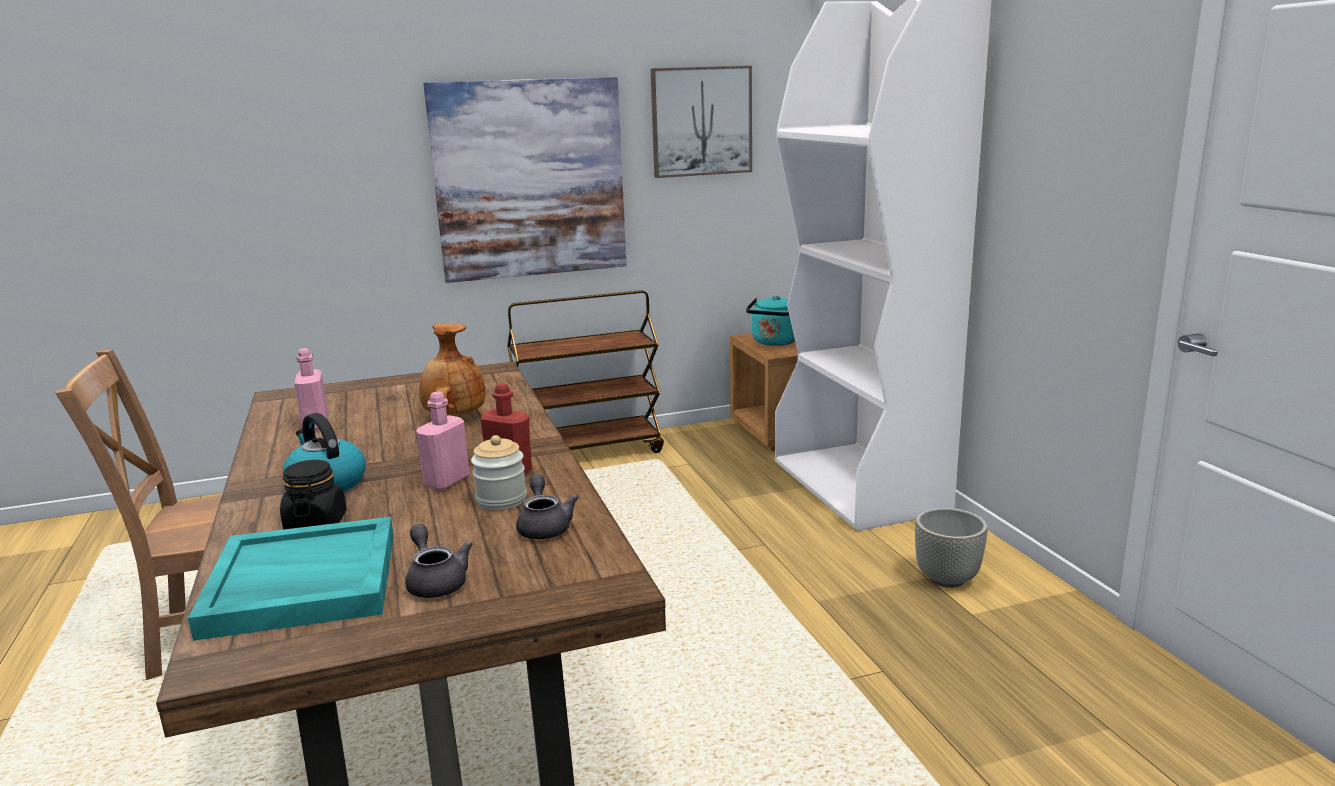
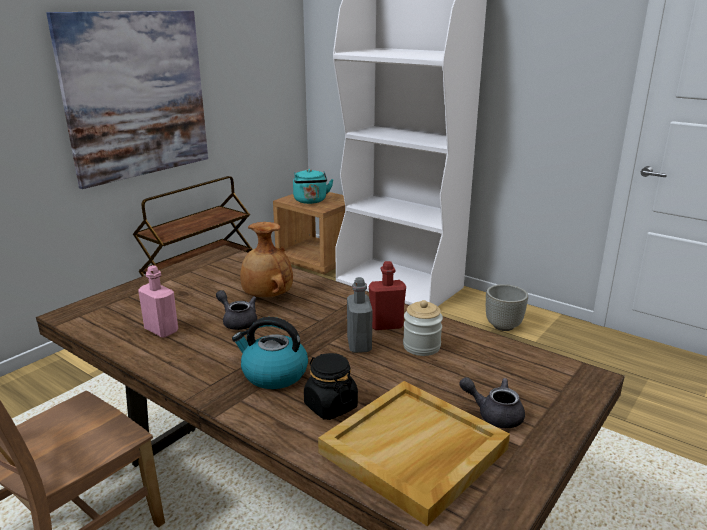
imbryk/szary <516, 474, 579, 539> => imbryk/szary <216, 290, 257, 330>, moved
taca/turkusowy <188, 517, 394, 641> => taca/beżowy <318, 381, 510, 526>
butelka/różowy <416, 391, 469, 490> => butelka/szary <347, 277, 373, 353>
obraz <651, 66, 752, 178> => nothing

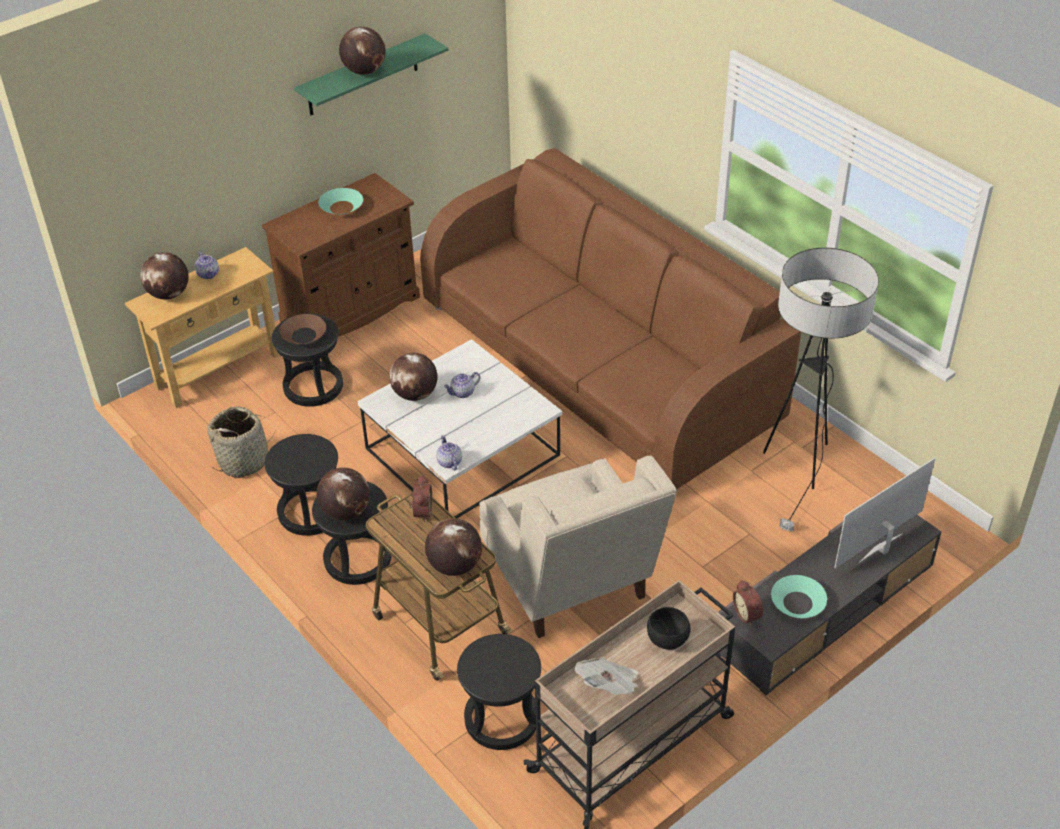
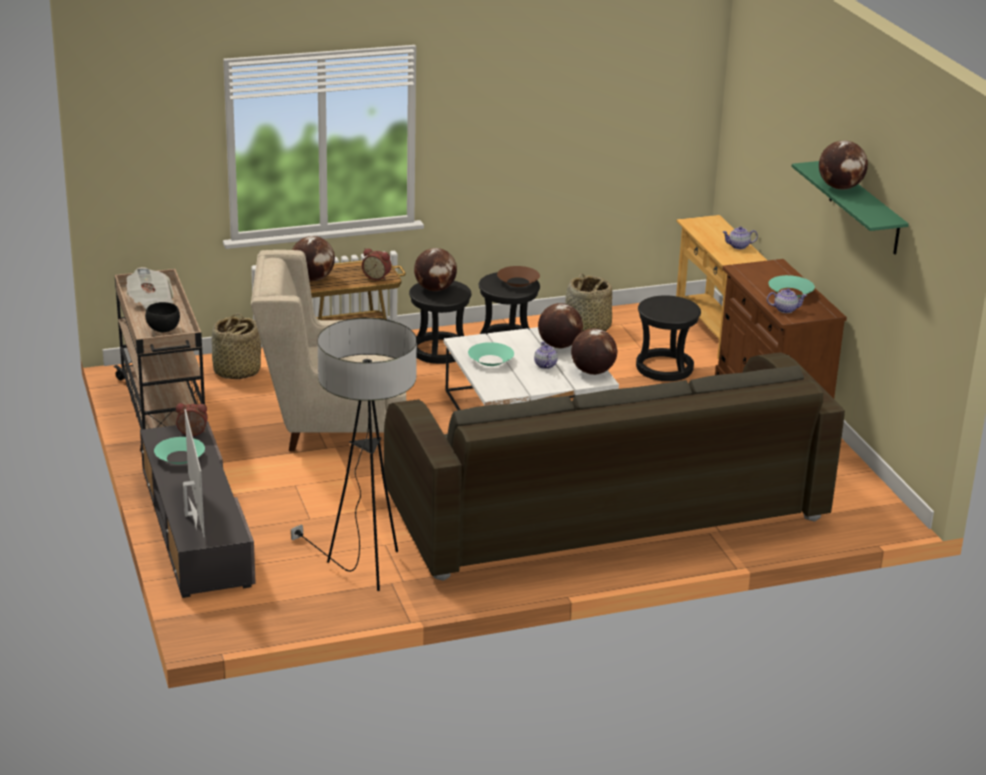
stołek/czarny <457, 634, 541, 750> => koszyk <212, 313, 261, 379>
kanapa/brązowy <420, 148, 801, 490> => kanapa/szary <384, 352, 845, 581>
nothing => miska/turkusowy <468, 342, 514, 366>
miska/brązowy <279, 314, 326, 344> => miska/brązowy <497, 266, 540, 287>, moved
globus <140, 252, 189, 299> => globus <571, 328, 617, 375>, moved
imbryk <436, 435, 462, 470> => imbryk <767, 289, 807, 313>, moved

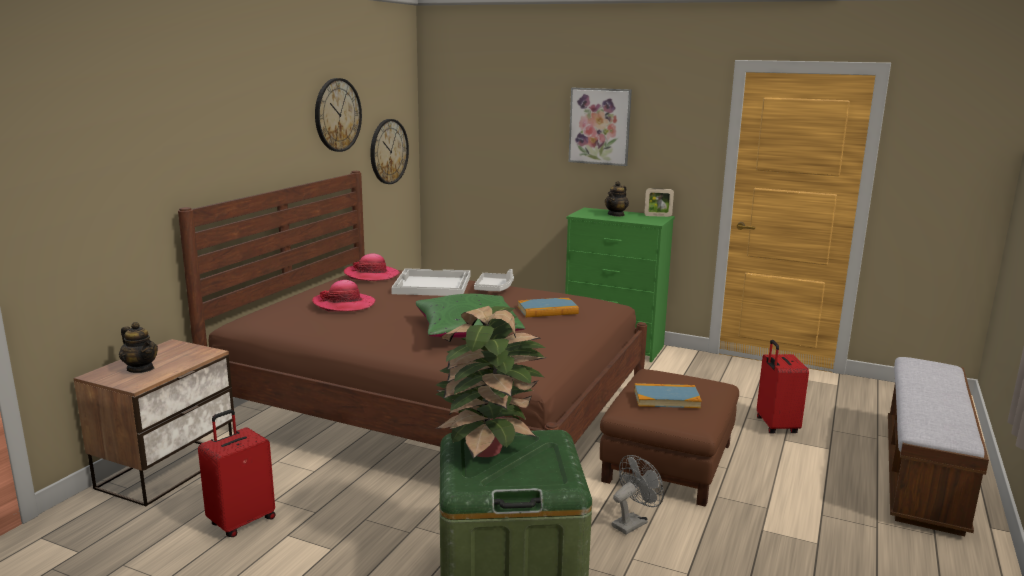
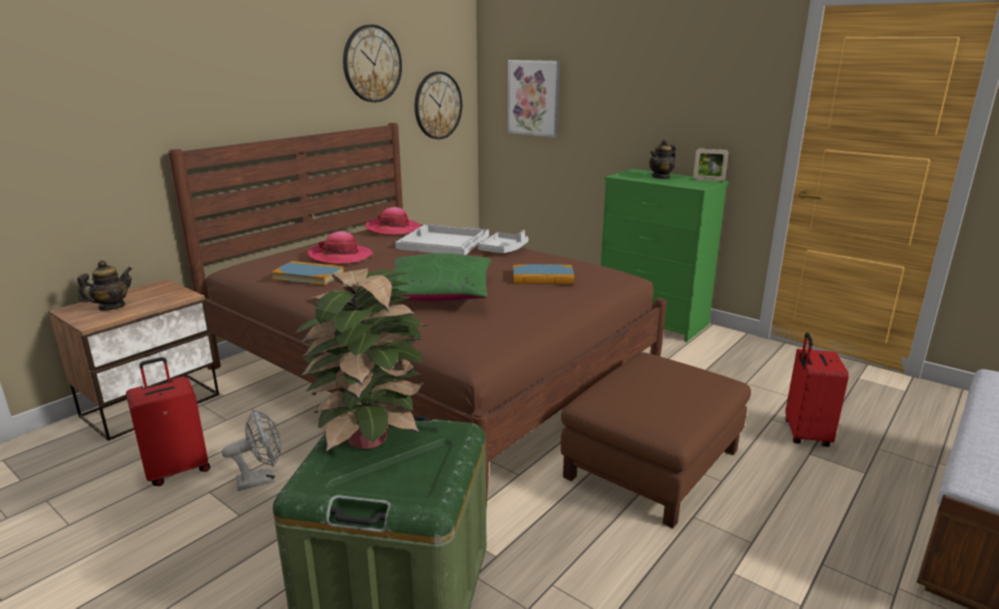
imbryk <119, 322, 158, 373> => imbryk <77, 260, 132, 311>, 105 degrees counterclockwise
wentylator/szary <612, 455, 664, 535> => wentylator/szary <222, 410, 281, 491>, moved
książka <634, 383, 702, 408> => książka <271, 261, 344, 285>, moved
obraz <569, 88, 632, 166> => obraz <508, 60, 560, 138>, moved

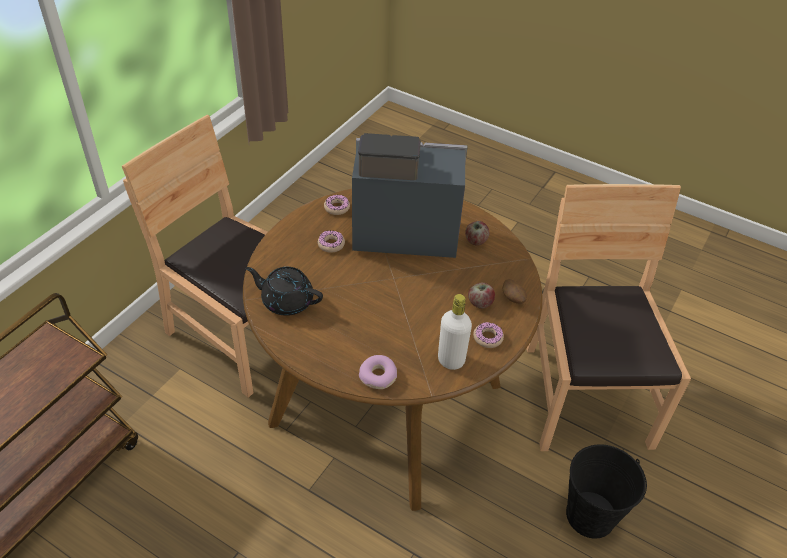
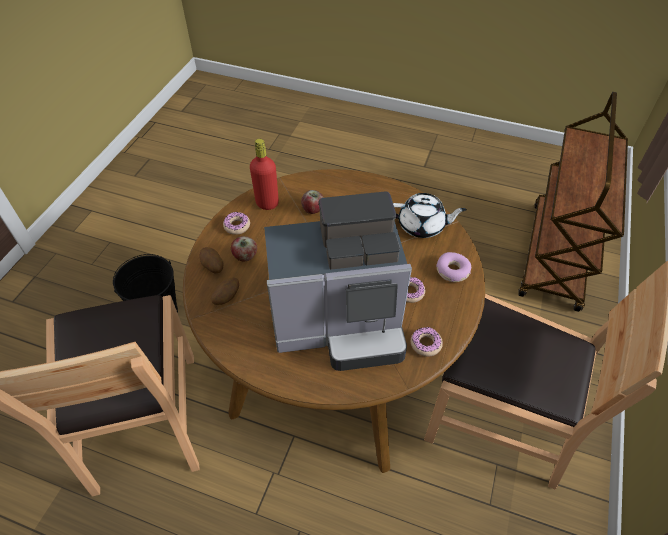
nothing => ziemniak <211, 278, 239, 305>
butelka/biały <438, 294, 472, 370> => butelka/czerwony <250, 139, 279, 210>
jabłko <465, 221, 489, 246> => jabłko <301, 190, 324, 214>, moved
imbryk/czarny <246, 267, 323, 316> => imbryk/biały <393, 193, 467, 238>
donut <359, 355, 397, 389> => donut <436, 252, 471, 282>, moved

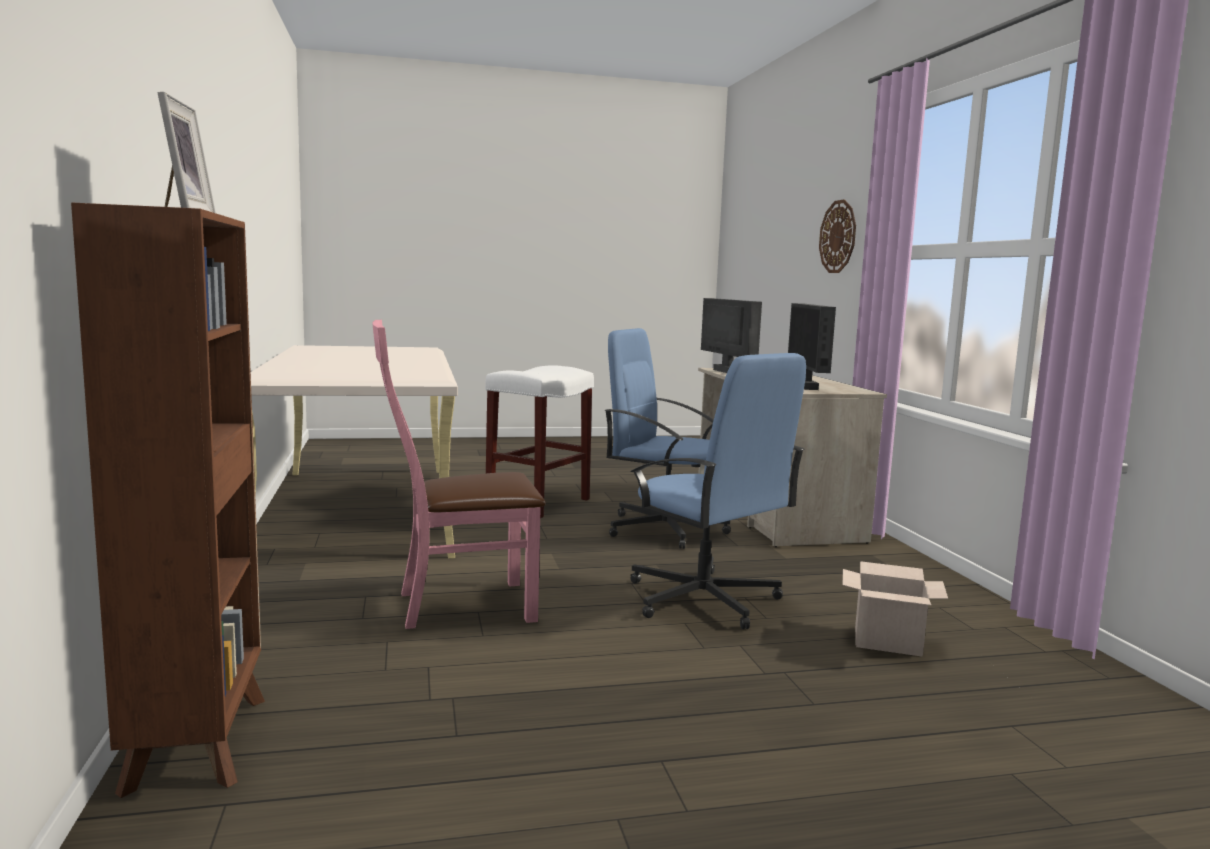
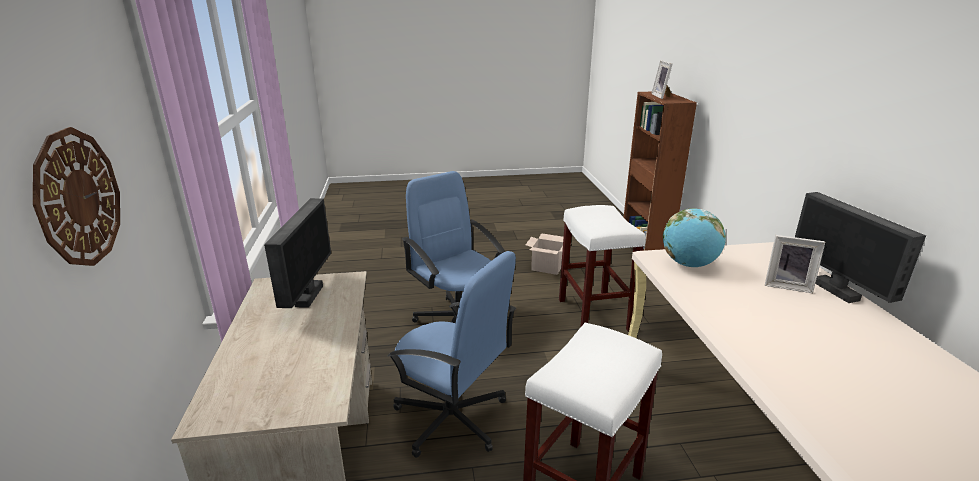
karton <843, 561, 948, 657> => karton <526, 233, 572, 275>, moved
krzesło/różowy <372, 320, 546, 629> => stołek/biały <559, 205, 646, 332>
nothing => globus <663, 208, 726, 267>
nothing => ramka na zdjęcie <765, 235, 825, 293>
monitor <701, 298, 762, 373> => monitor <795, 192, 926, 303>, moved

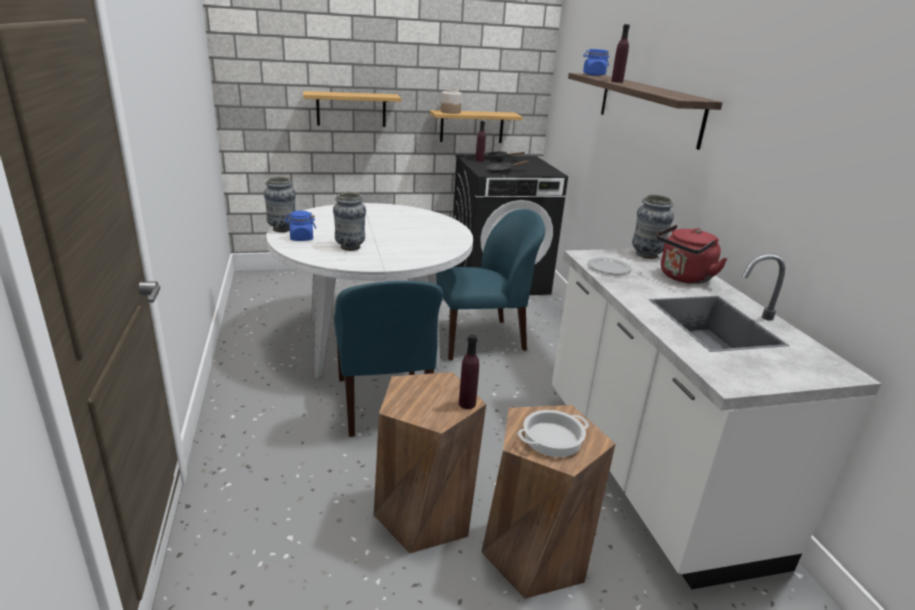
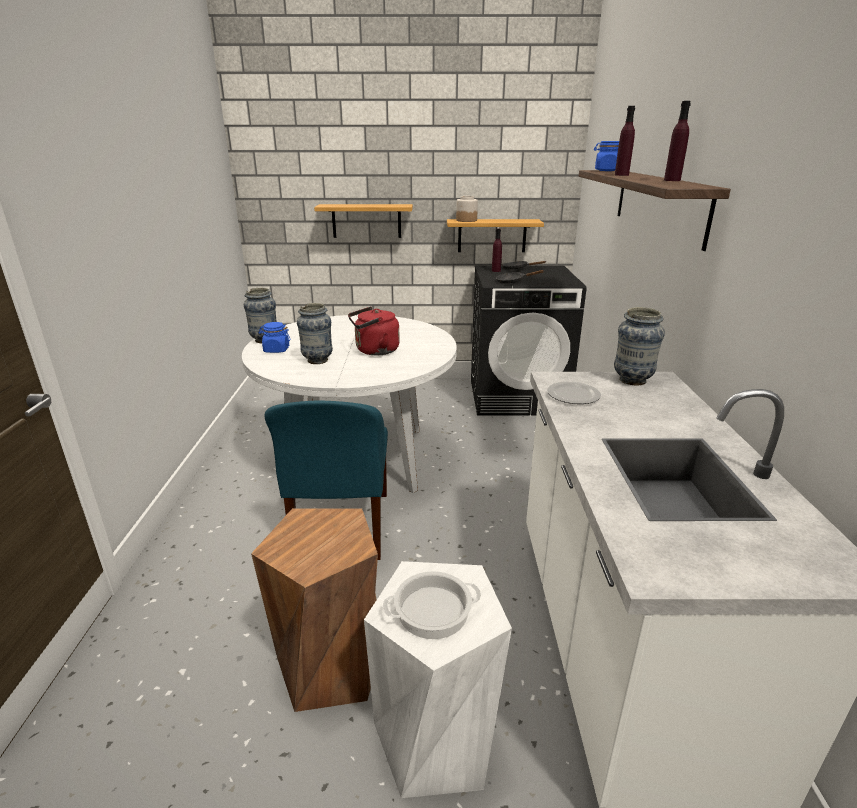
czajnik/czerwony <657, 225, 727, 284> => czajnik/czerwony <348, 307, 400, 356>, moved
stołek/brązowy <481, 405, 615, 599> => stołek/biały <364, 561, 512, 798>
butelka/fioletowy <459, 335, 479, 409> => butelka/fioletowy <664, 101, 691, 181>, moved
krzesło/niebieski <436, 209, 545, 360> => nothing

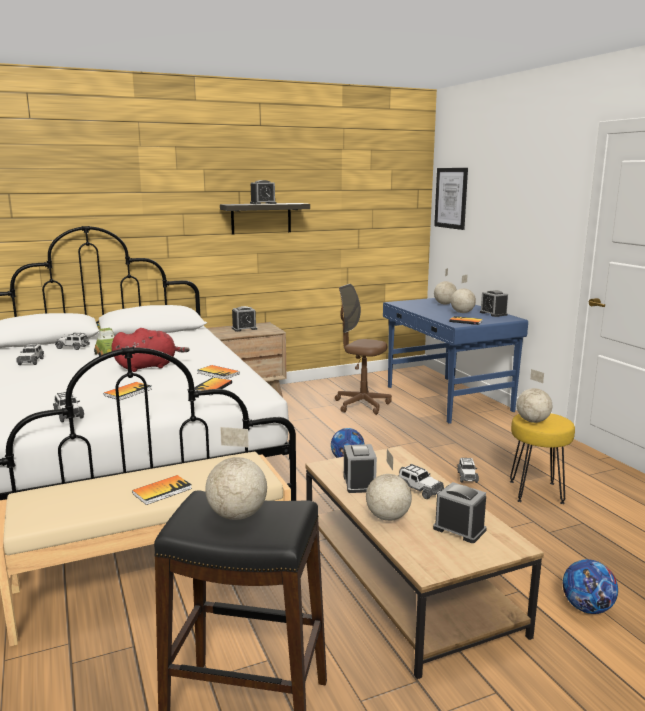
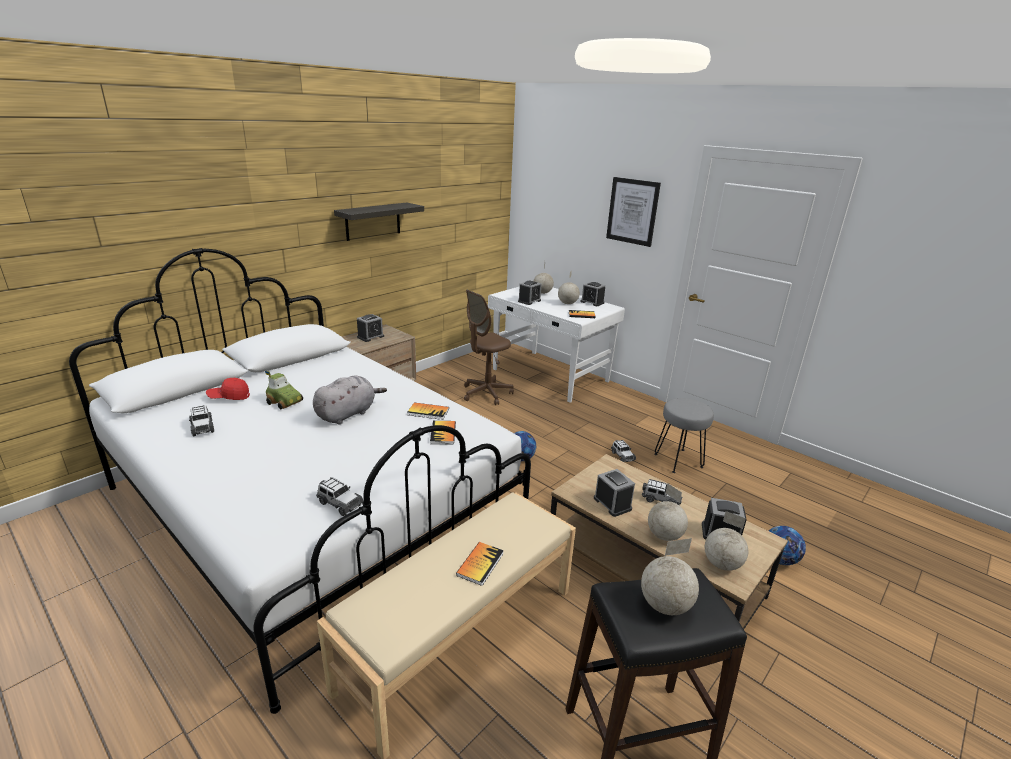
samochodzik <55, 333, 90, 350> => czapka z daszkiem/czerwony <206, 378, 250, 400>
pluszak/czerwony <112, 328, 189, 372> => pluszak/szary <313, 376, 387, 425>
krzesło biurowe/brązowy <335, 284, 392, 415> => krzesło biurowe/brązowy <464, 290, 514, 405>, 45 degrees counterclockwise
biurko/niebieski <383, 298, 528, 424> => biurko/biały <488, 287, 625, 403>
budzik <250, 180, 277, 204> => budzik <518, 281, 542, 305>, moved
obraz <434, 168, 468, 230> => obraz <606, 177, 661, 247>, moved
stołek/żółty <510, 413, 575, 504> => stołek/szary <654, 398, 714, 473>
globus <517, 369, 552, 423> => globus <705, 511, 748, 571>, moved
książka <104, 382, 152, 400> => nothing

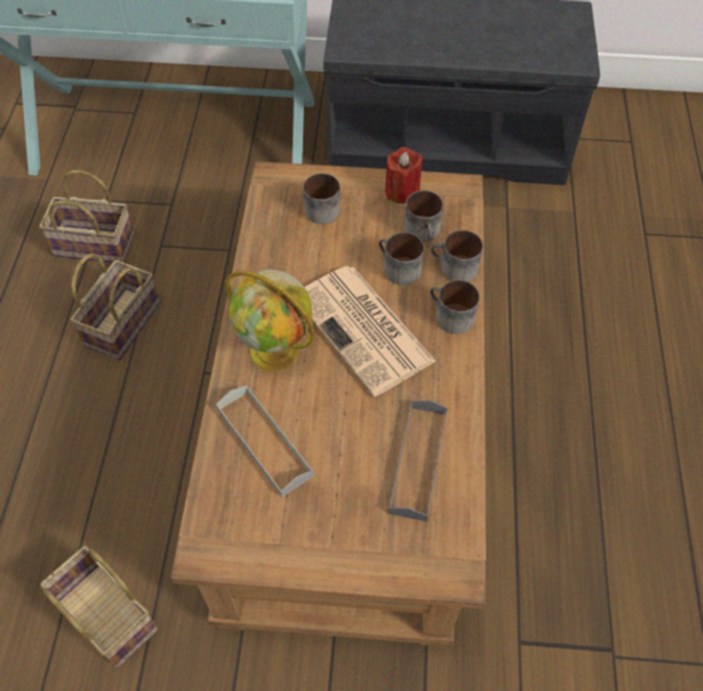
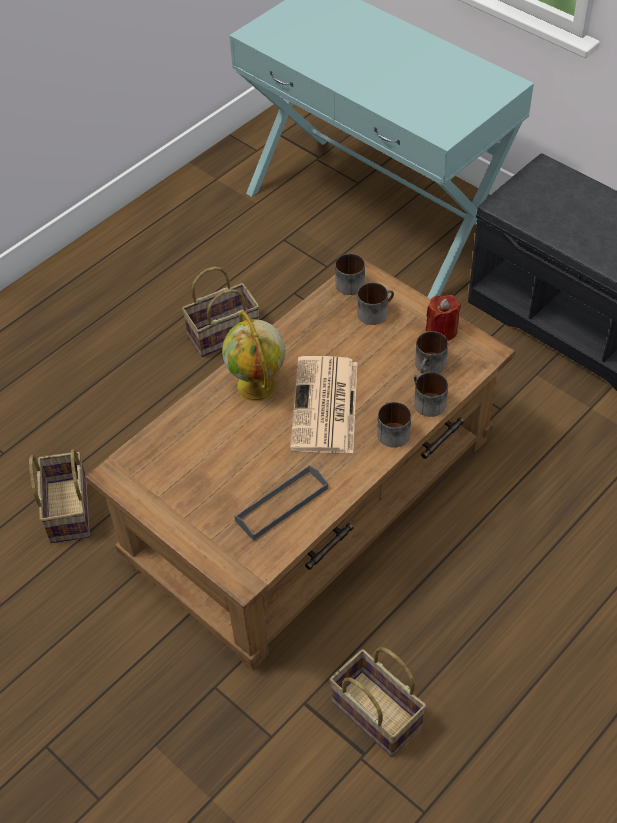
koszyk <39, 170, 135, 263> => koszyk <330, 647, 426, 757>, moved
kubek <378, 232, 424, 285> => kubek <335, 254, 365, 295>, moved
taca/szary <216, 386, 314, 497> => nothing

